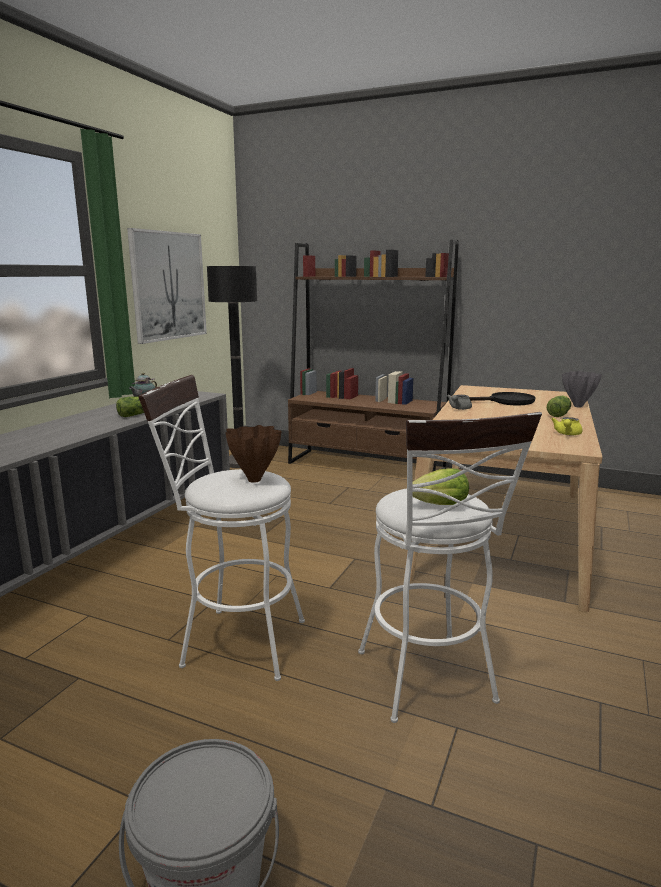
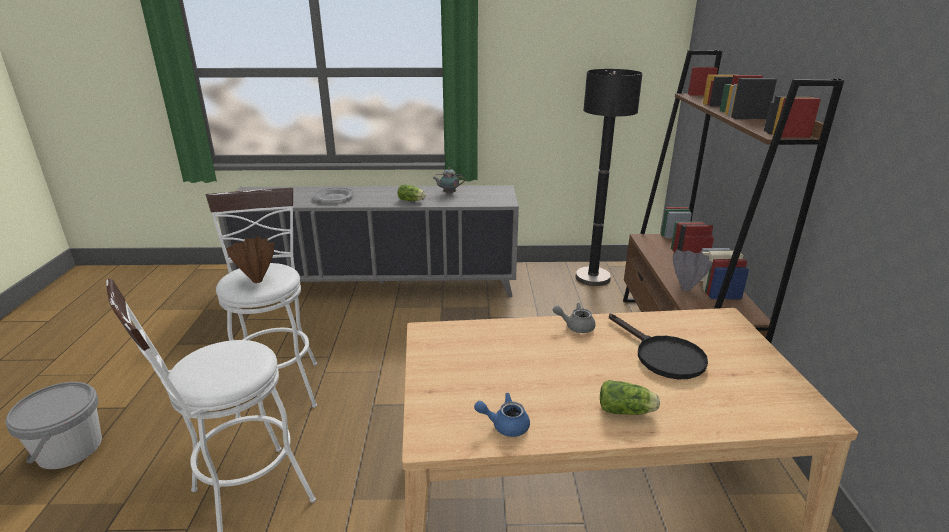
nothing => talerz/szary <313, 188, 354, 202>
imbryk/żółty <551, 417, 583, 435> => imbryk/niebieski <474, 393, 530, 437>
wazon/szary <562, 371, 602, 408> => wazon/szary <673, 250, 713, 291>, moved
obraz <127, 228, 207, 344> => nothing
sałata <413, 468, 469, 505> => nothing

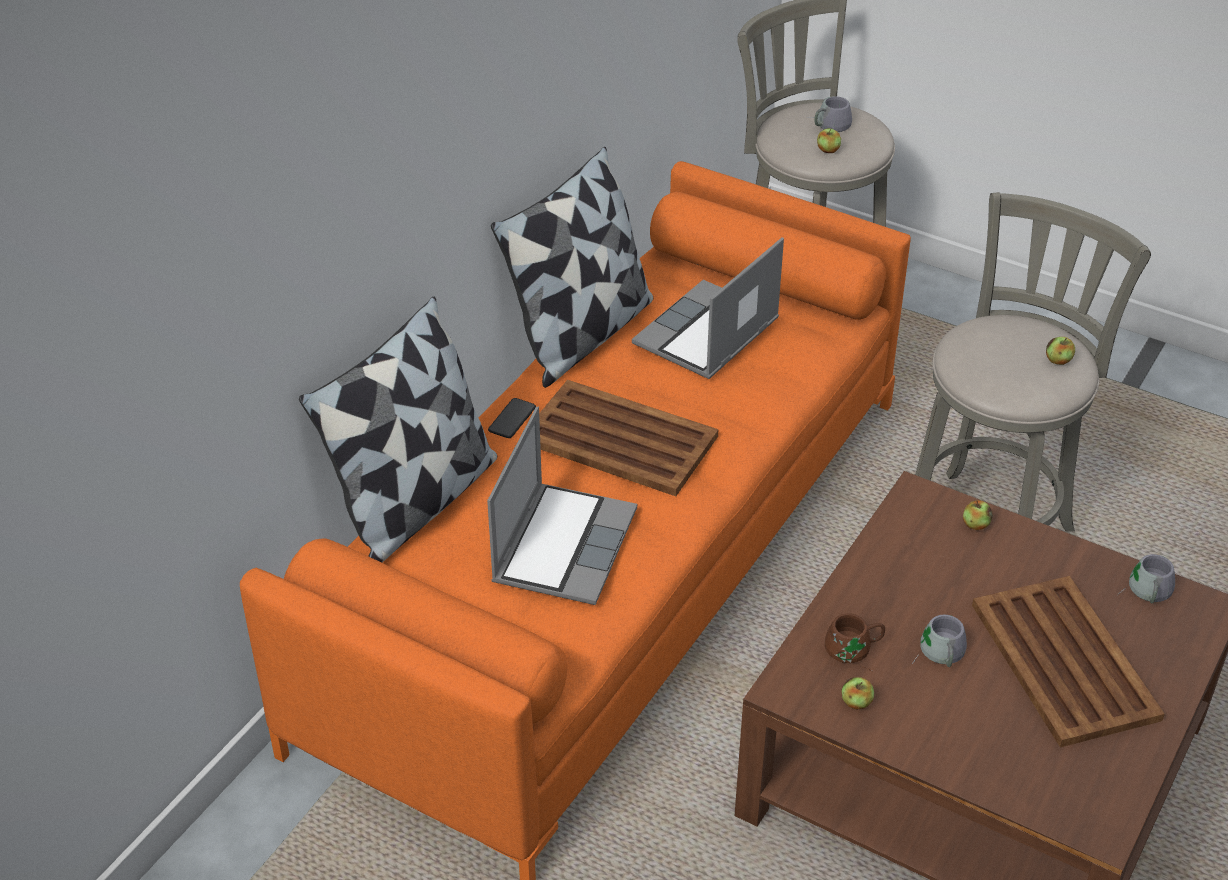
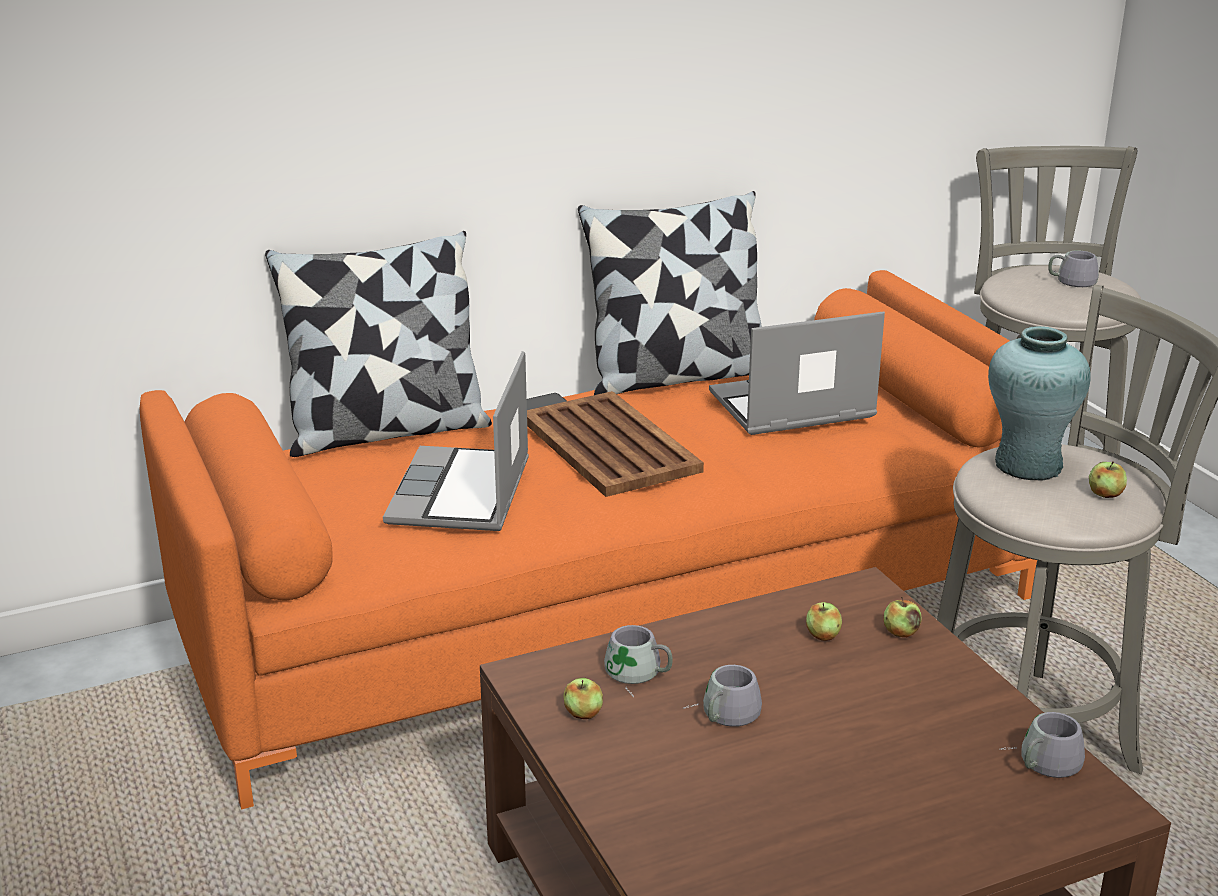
laptop <487, 407, 637, 605> => laptop <383, 351, 529, 531>, 135 degrees clockwise
kubek/brązowy <825, 613, 885, 671> => kubek/szary <604, 625, 673, 697>
jabłko <817, 128, 841, 153> => jabłko <806, 602, 842, 641>, moved
nothing => wazon/turkusowy <988, 326, 1091, 480>
taca/brązowy <972, 576, 1165, 747> => nothing

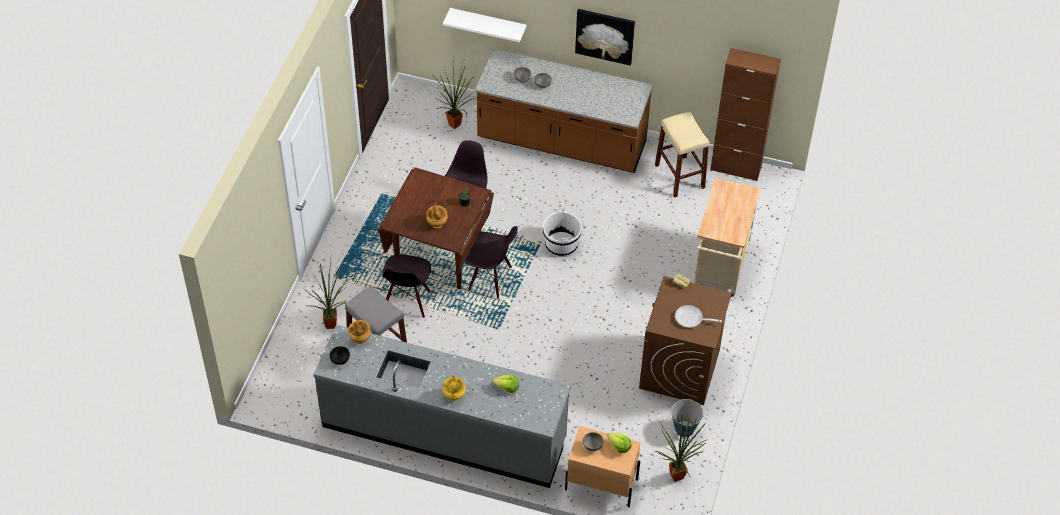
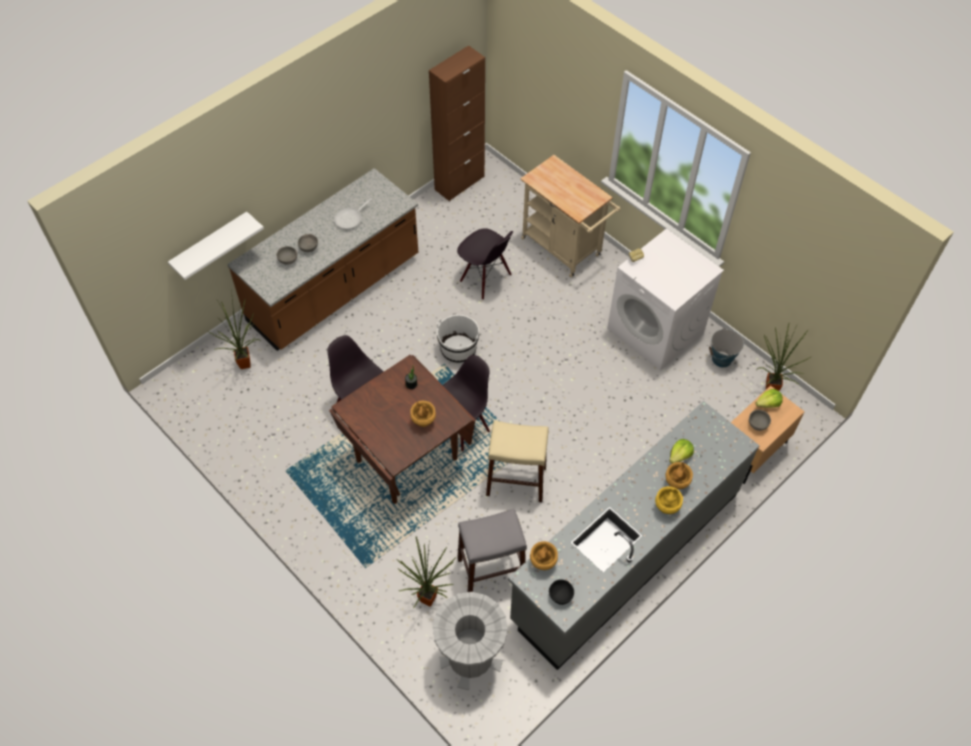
patelnia <675, 305, 722, 328> => patelnia <334, 198, 372, 229>, moved
nothing => kosz na śmieci/szary <432, 592, 508, 690>
krzesło/czarny <382, 255, 431, 318> => krzesło/czarny <457, 228, 513, 300>, moved
stołek/beżowy <655, 112, 710, 198> => stołek/beżowy <486, 420, 549, 502>, moved
pralka/brązowy <639, 276, 732, 405> => pralka/biały <607, 228, 724, 371>
nothing => wazon/brązowy <665, 462, 693, 489>
obraz <575, 9, 635, 66> => nothing

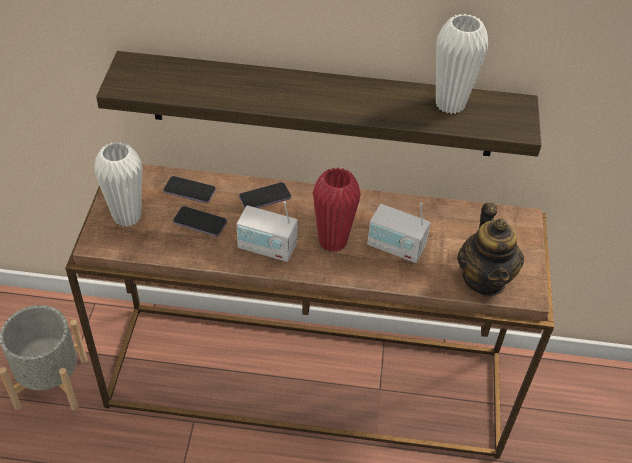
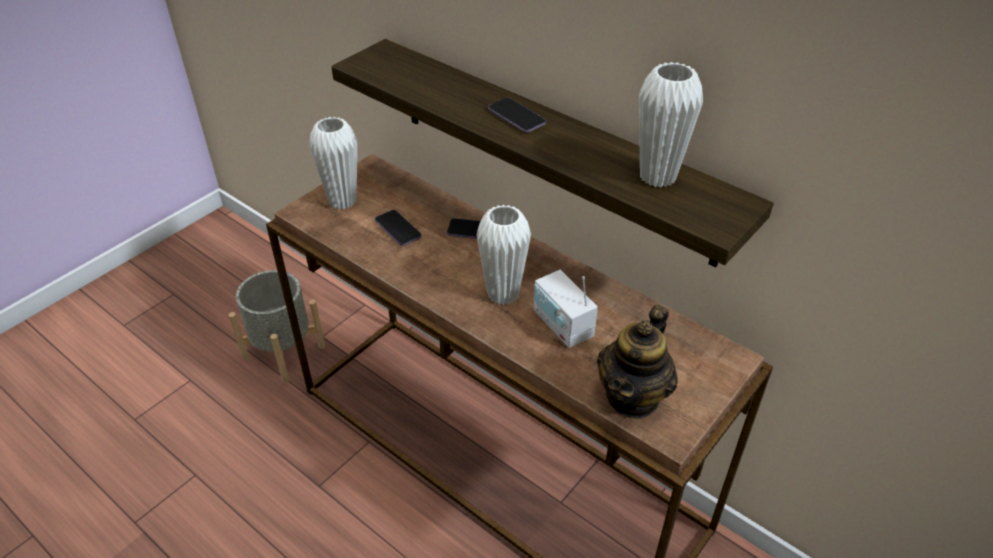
wazon/czerwony <313, 168, 361, 253> => wazon/biały <477, 205, 531, 305>
telefon <163, 176, 216, 203> => telefon <488, 98, 546, 133>, moved
radio <237, 201, 298, 262> => nothing

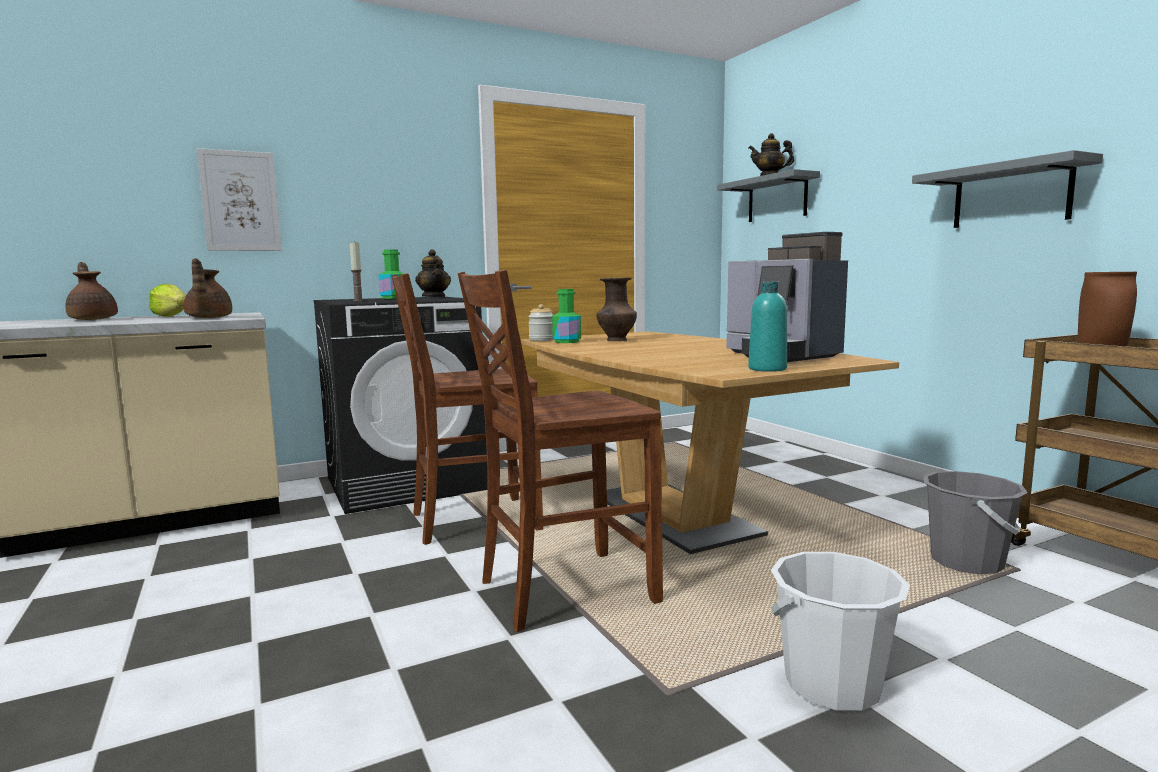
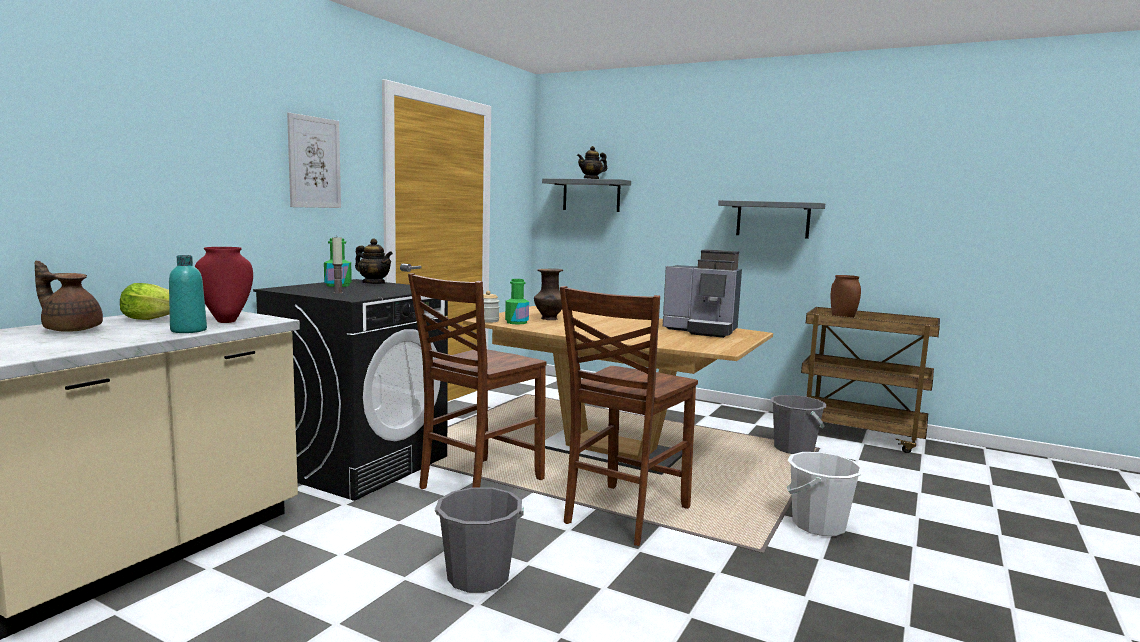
butelka/turkusowy <748, 281, 787, 372> => butelka/turkusowy <169, 255, 207, 333>, moved
imbryk/brązowy <184, 258, 232, 318> => wazon/czerwony <195, 247, 253, 323>
obraz <197, 148, 282, 251> => obraz <287, 113, 341, 208>, moved
nothing => wiadro/szary <435, 487, 524, 593>

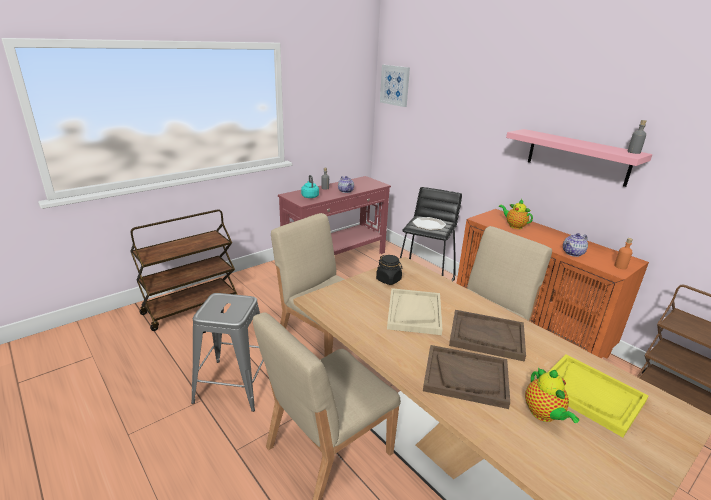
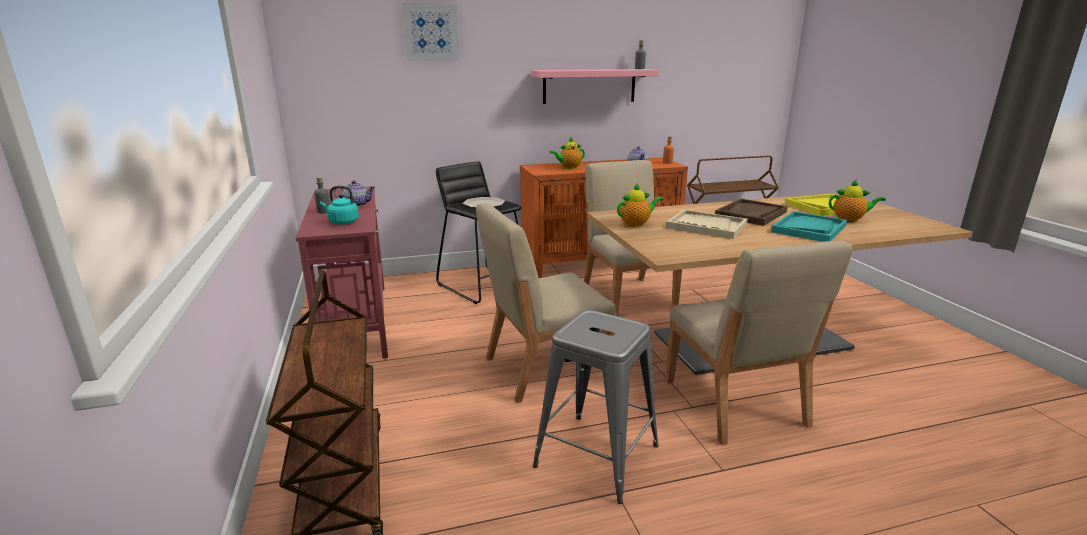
obraz <380, 65, 410, 107> => obraz <402, 3, 459, 60>, moved
słoik/czarny <376, 255, 403, 285> => imbryk <617, 183, 663, 227>
taca/brązowy <423, 345, 510, 409> => taca/turkusowy <771, 211, 847, 242>

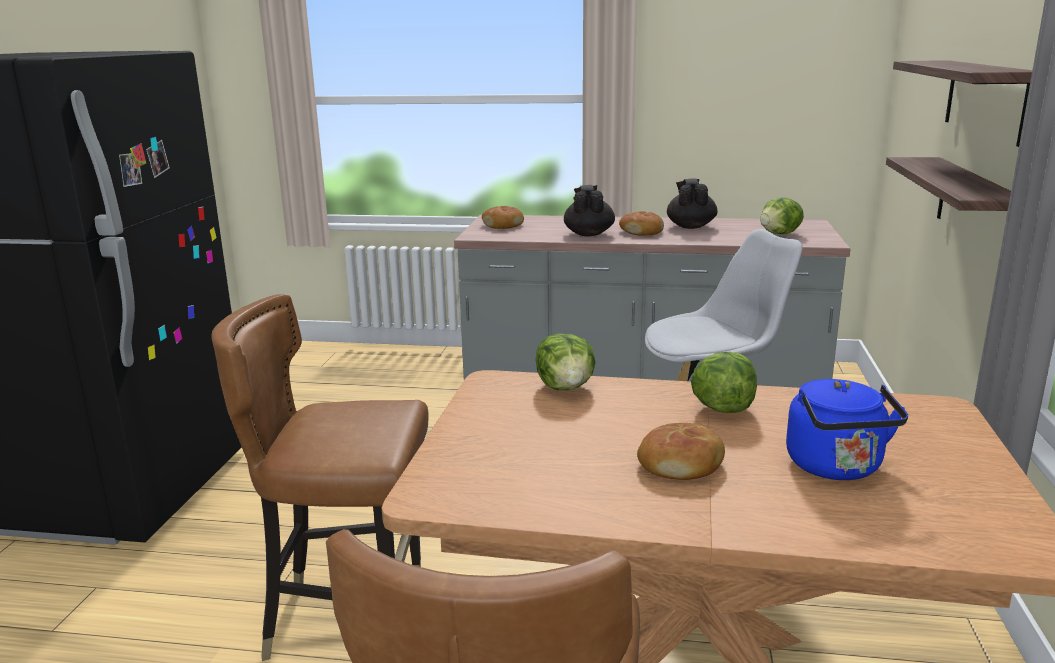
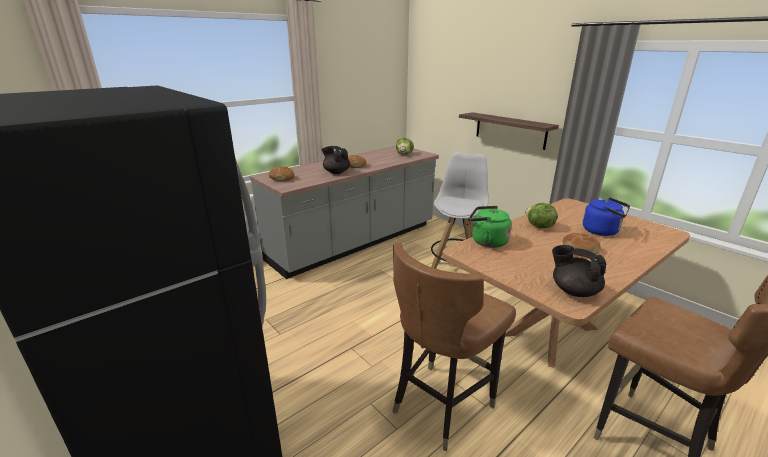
sałata <536, 334, 596, 390> => czajnik/zielony <469, 206, 512, 248>
imbryk/czarny <667, 178, 718, 229> => imbryk/czarny <552, 245, 606, 297>, moved
półka <893, 60, 1032, 147> => nothing

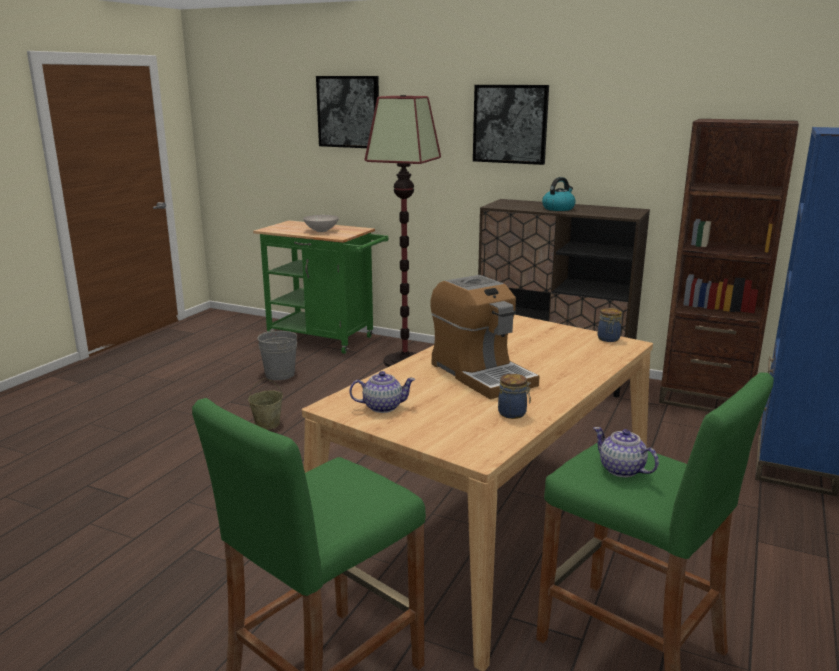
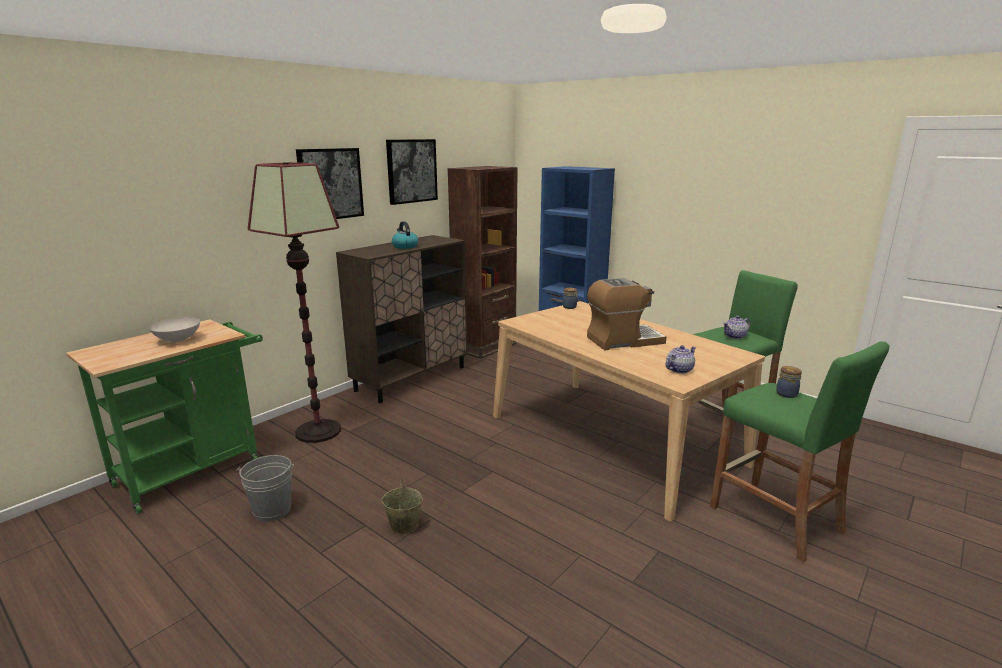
obraz <316, 76, 379, 148> => obraz <386, 139, 438, 205>, moved
imbryk <349, 371, 416, 413> => imbryk <666, 345, 696, 374>, 45 degrees clockwise
słoik <498, 374, 531, 419> => słoik <776, 366, 802, 398>, moved

